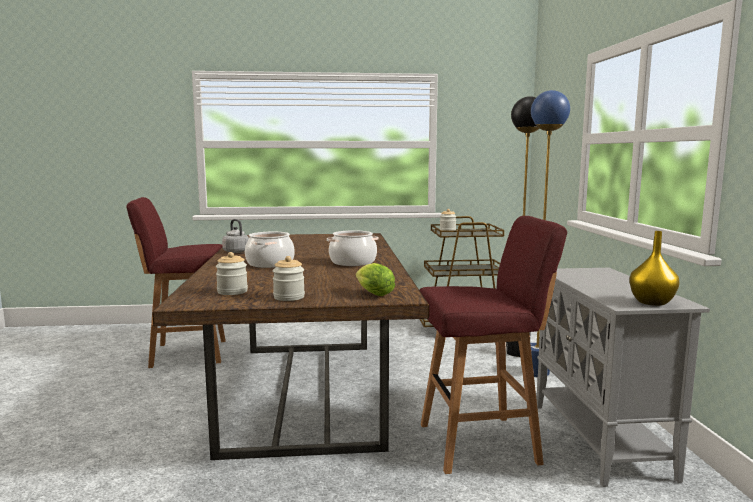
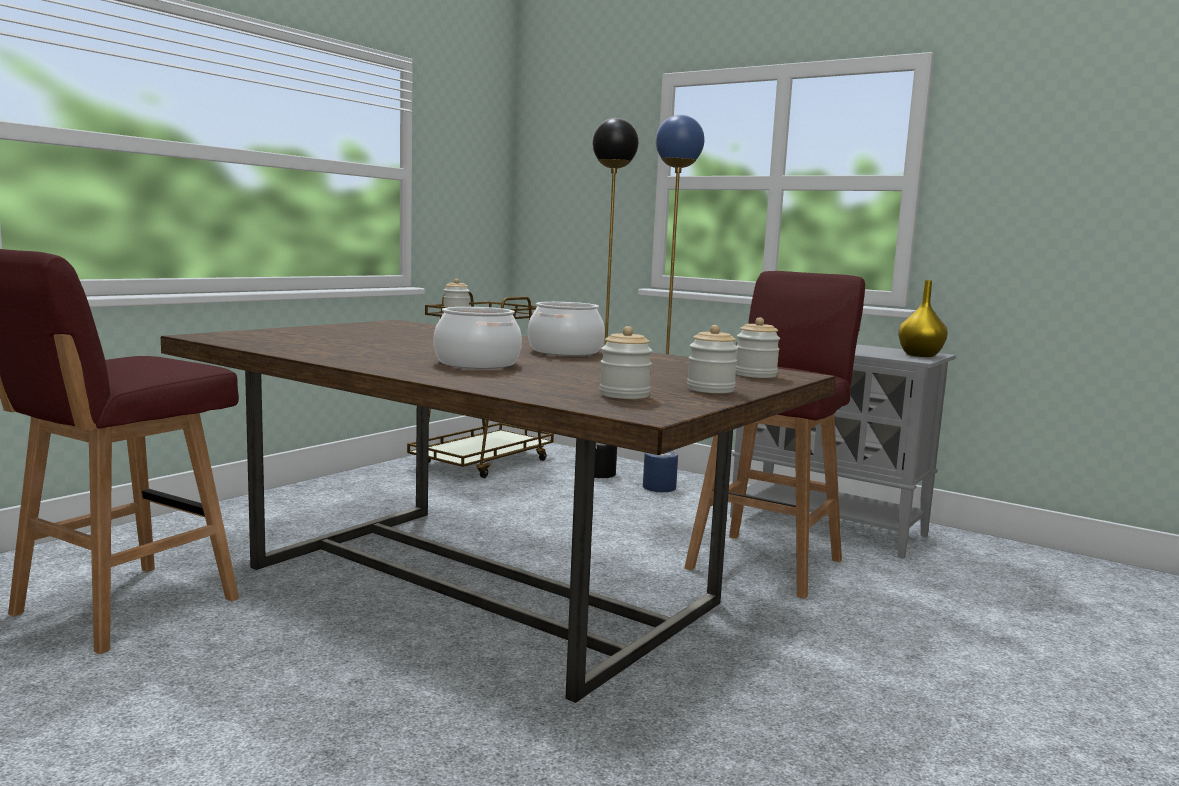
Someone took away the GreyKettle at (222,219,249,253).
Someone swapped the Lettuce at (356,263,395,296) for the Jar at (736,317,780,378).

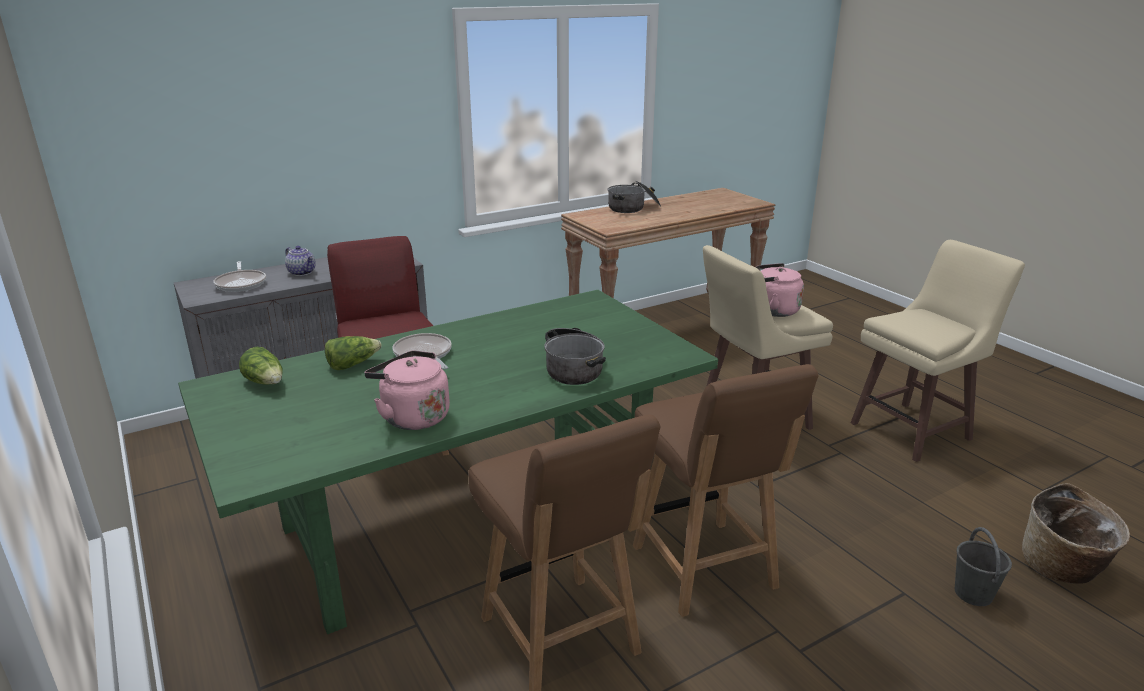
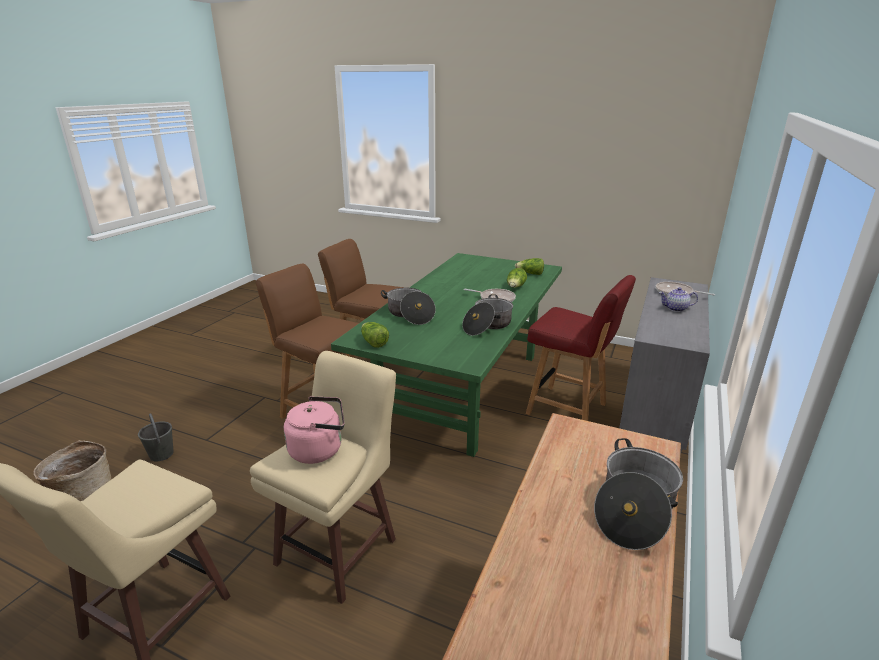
Someone took away the PinkKettle at (364,350,450,430).
Someone put down the CookingPot at (462,294,513,336).
Someone put down the Lettuce at (361,322,389,348).

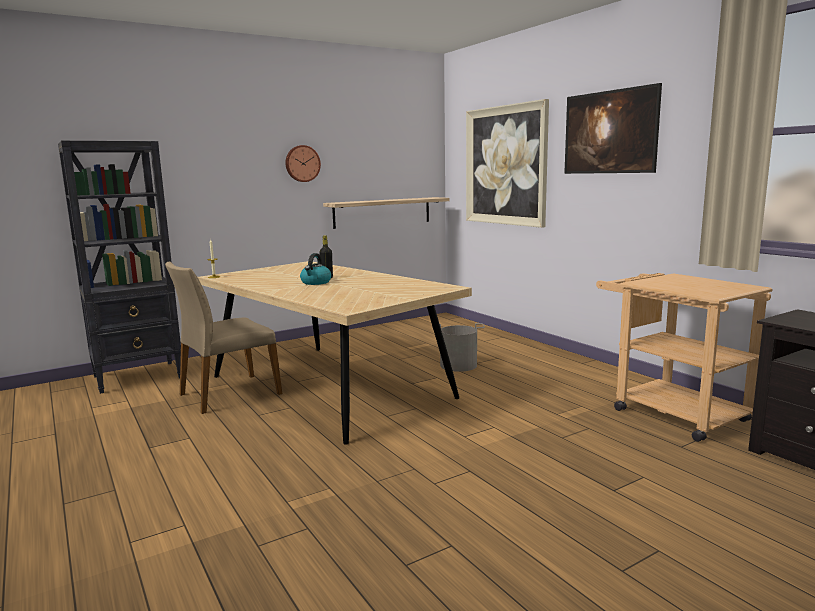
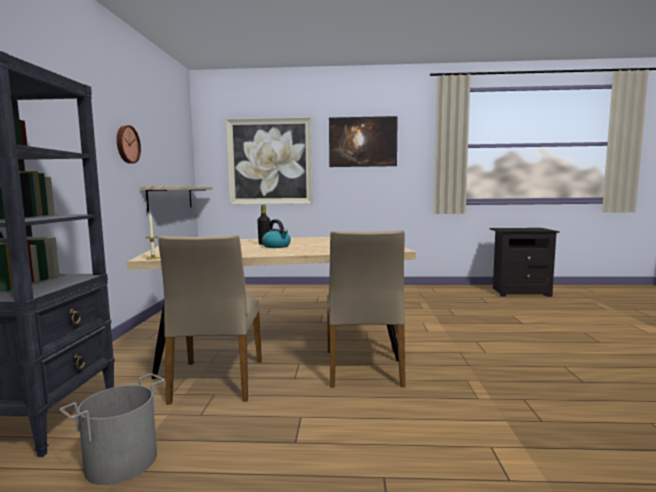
Someone took away the BeigeCart at (596,273,772,442).
Someone carried the GreyBucket from (432,323,485,372) to (59,374,164,485).
Someone put down the BeigeChair at (327,230,405,387).

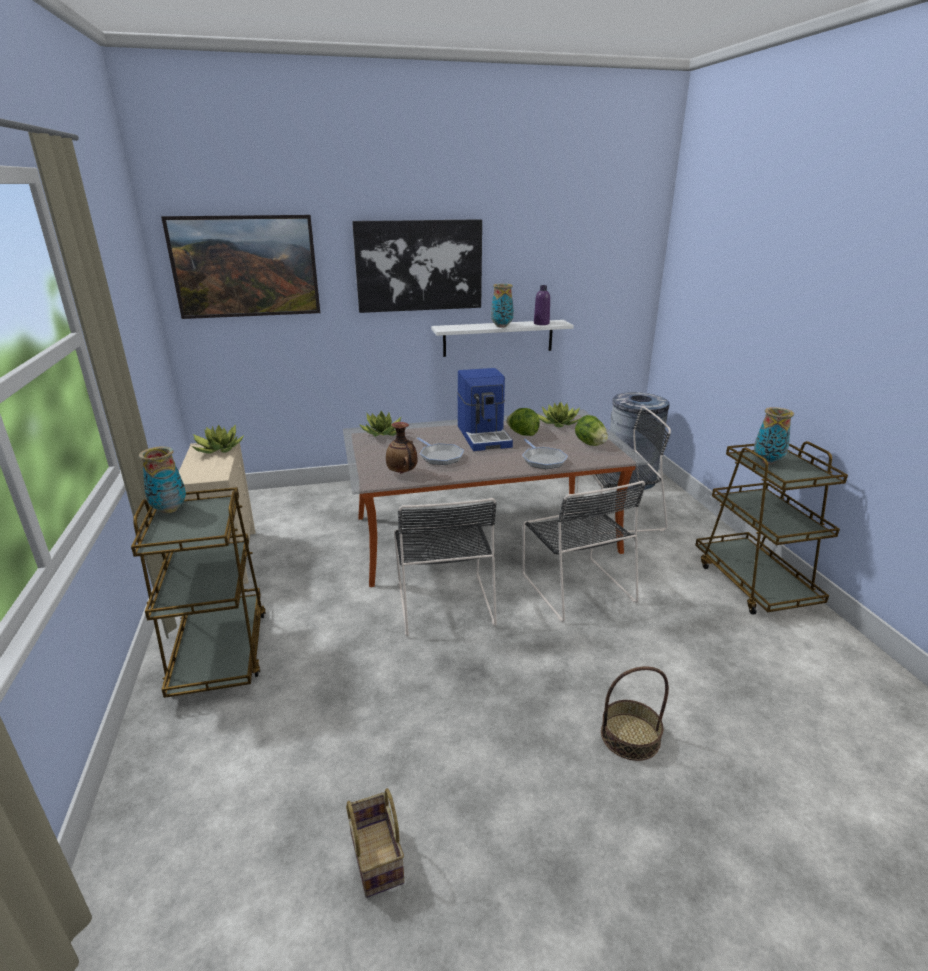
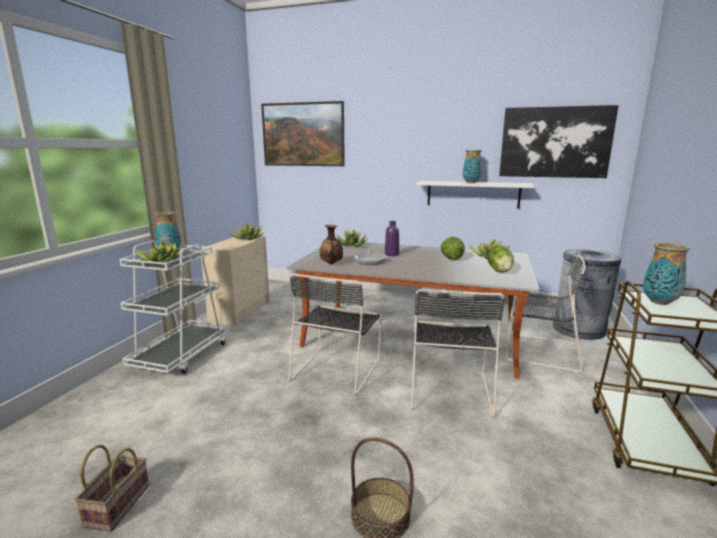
Someone carried the Picture from (352,219,482,313) to (499,105,619,178).
Someone carried the PurpleBottle from (534,285,550,325) to (385,221,399,256).
Someone took away the CoffeeMachine at (457,368,513,451).
Someone took away the FryingPan at (522,439,568,469).
Someone repainted the BrownCart at (131,487,266,698), which became the WhiteCart at (120,240,229,374).
Someone put down the PottedPlant at (135,240,180,265).

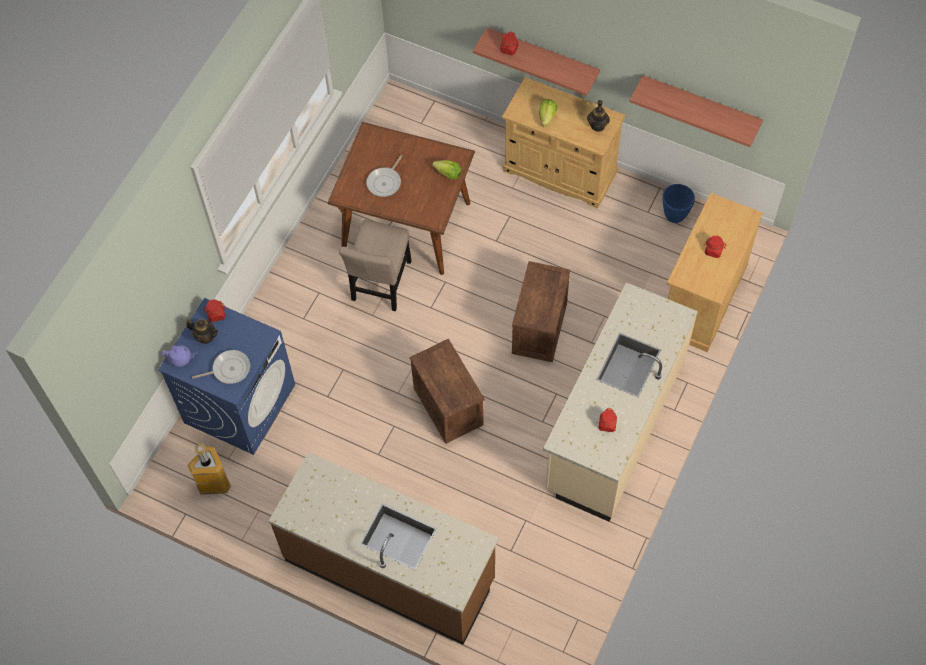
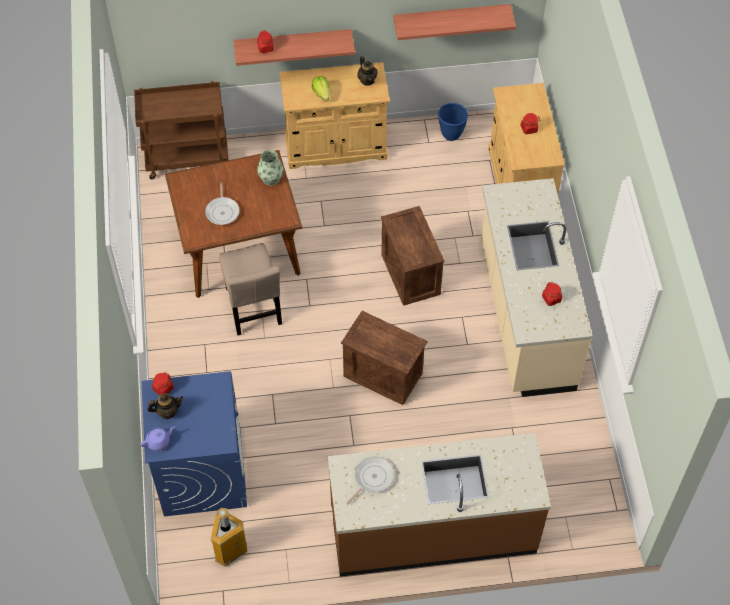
Someone swapped the Lettuce at (432,160,462,180) for the Vase at (257,150,284,186).
Someone carried the FryingPan from (192,350,250,384) to (347,457,394,504).
Someone put down the BrownCart at (134,81,229,179).

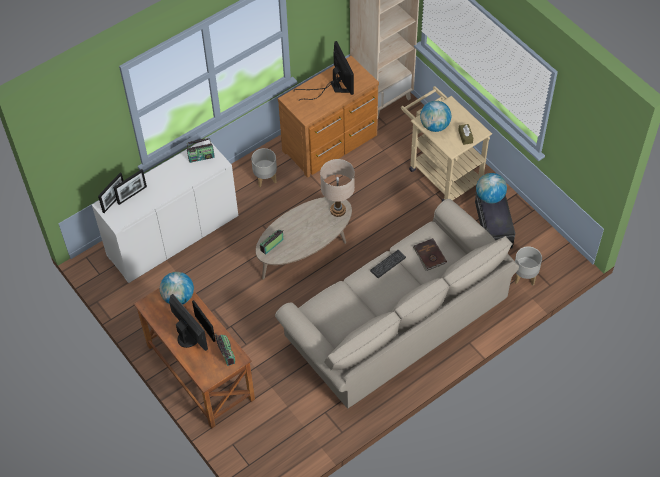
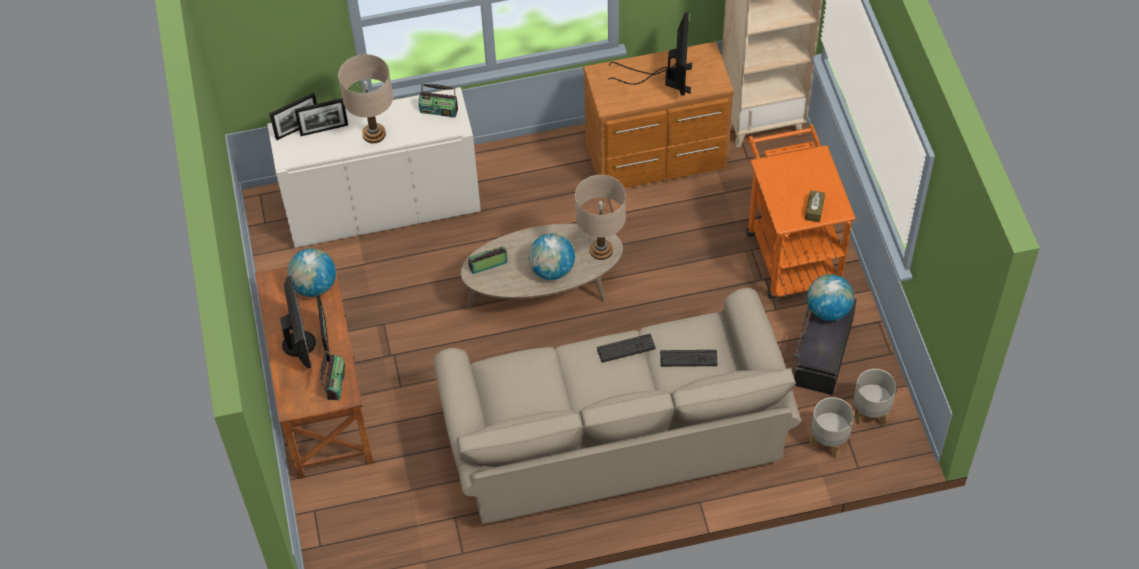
Someone repainted the BeigeCart at (401,86,492,202), which became the OrangeCart at (746,124,856,299).
Someone carried the Globe from (420,101,451,132) to (528,234,575,280).
Someone carried the GreyPlanter from (251,148,277,187) to (854,369,896,427).
Someone swapped the BrownBook at (413,238,447,271) for the Keyboard at (660,350,717,367).
Someone put down the BeigeTableLamp at (338,54,393,143).

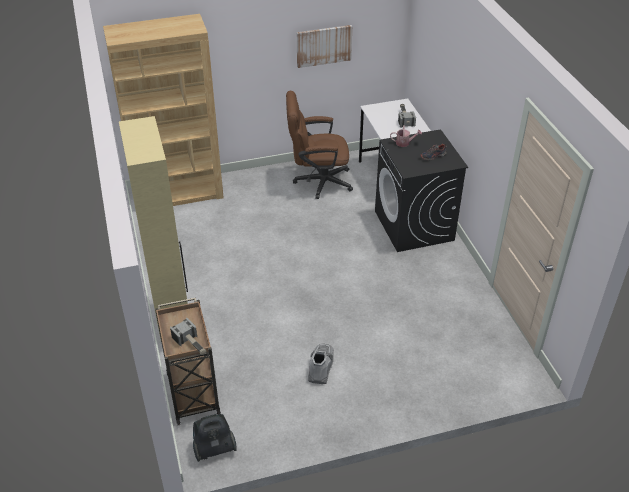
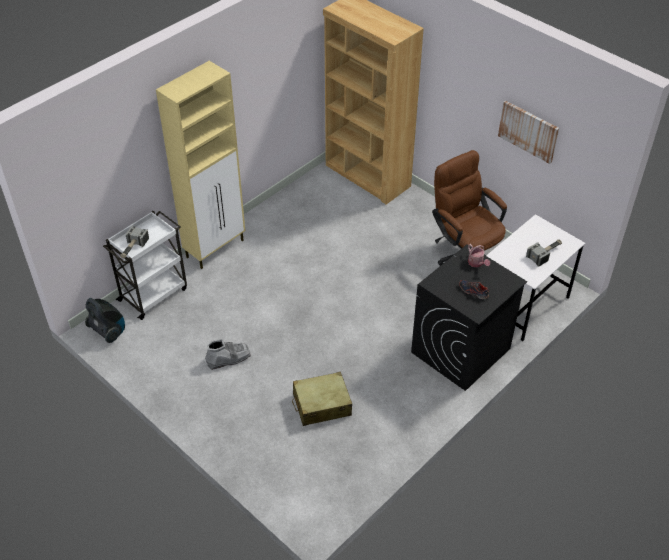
Someone repainted the BrownCart at (155,298,221,425), which became the WhiteCart at (103,211,187,320).
Someone put down the BeigeSuitcase at (292,372,352,426).

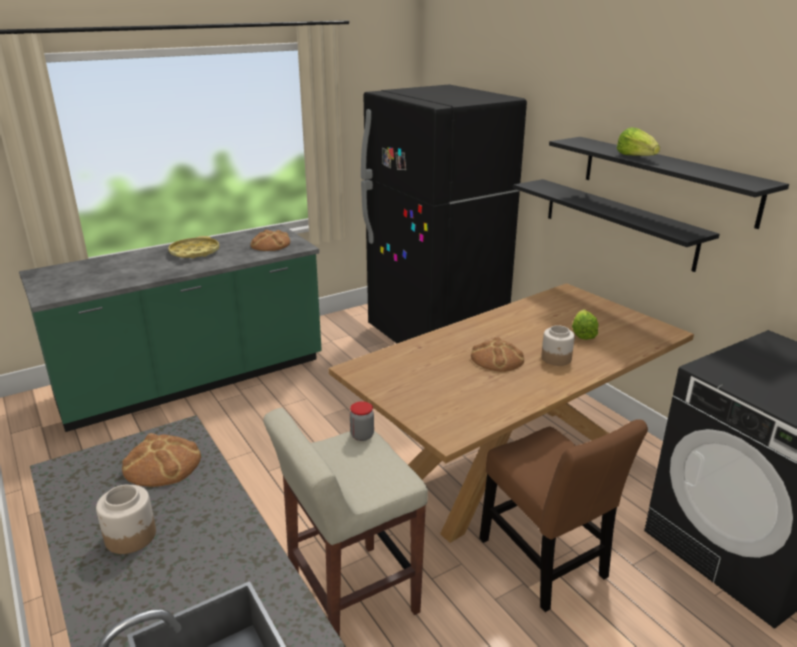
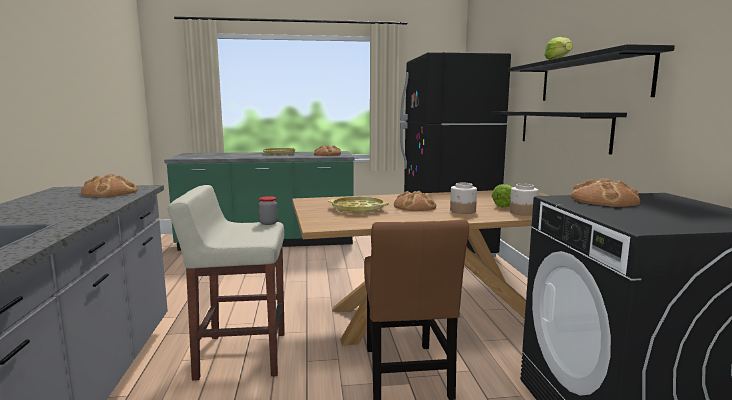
Someone carried the Jar from (96,485,156,554) to (510,184,539,216).
Someone put down the Bread at (571,178,640,207).
Someone put down the YellowTray at (328,197,389,214).

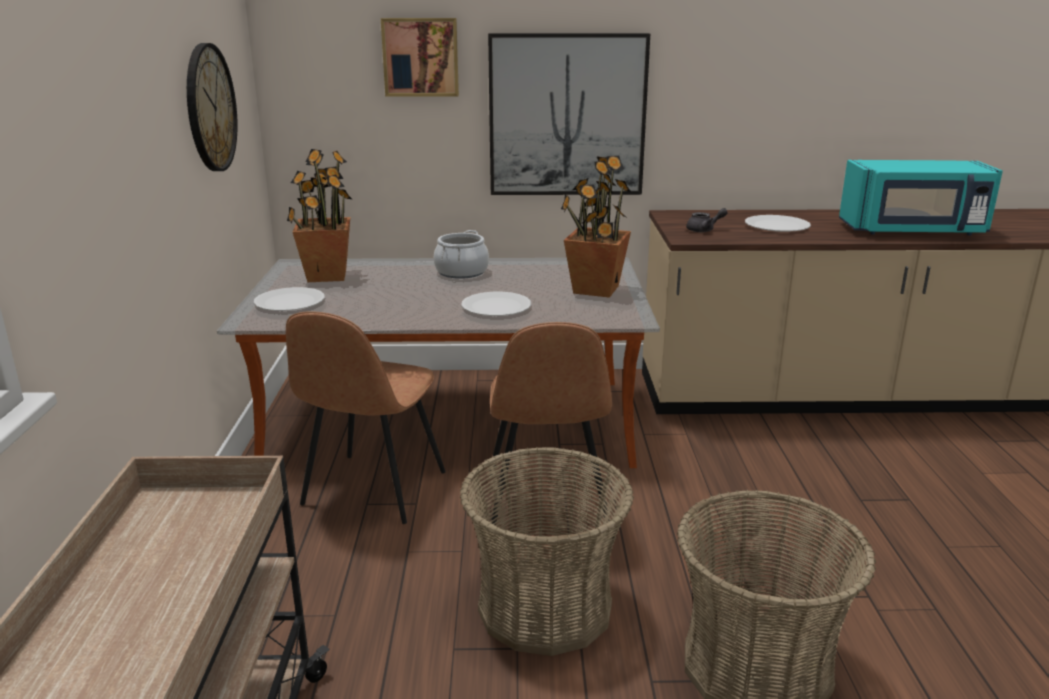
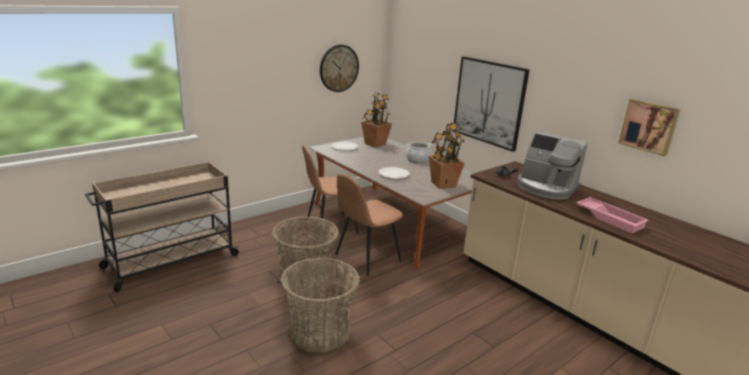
Someone carried the Picture from (381,18,459,97) to (618,99,680,156).
Someone swapped the TurquoiseMicrowave at (839,160,1003,236) for the PinkTray at (576,197,649,233).
Someone swapped the WhitePlate at (745,215,811,232) for the CoffeeMachine at (517,132,588,200).

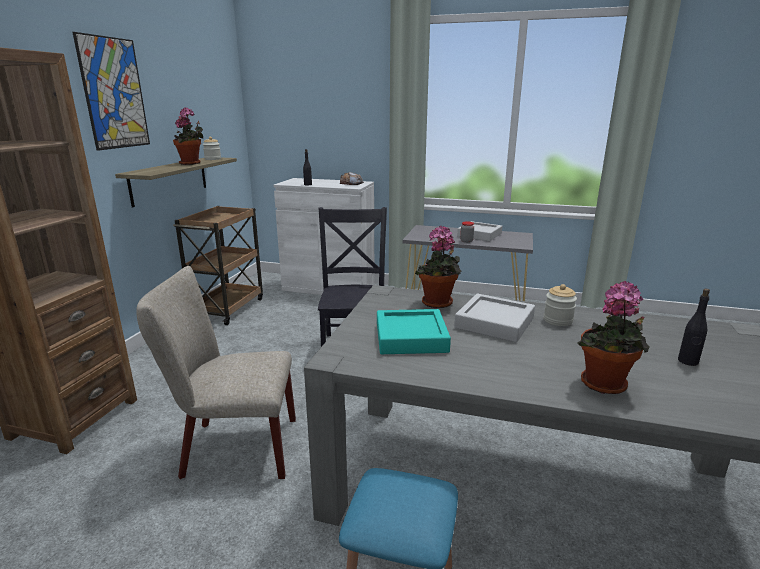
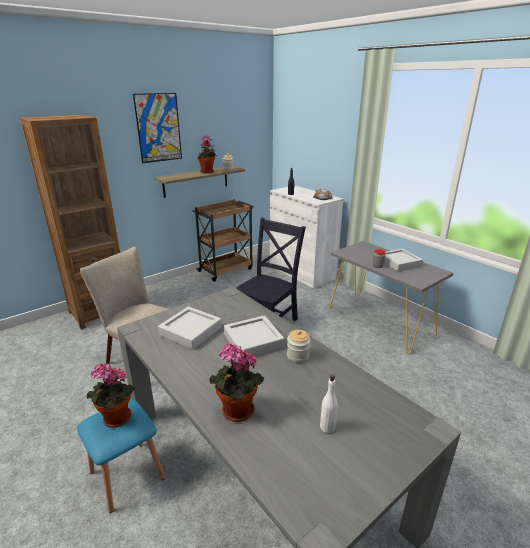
Someone carried the PottedPlant from (415,225,461,308) to (87,364,135,428).
Someone repainted the BlackBottle at (678,289,710,366), which became the WhiteBottle at (320,374,338,433).
Someone repainted the TurquoiseTray at (377,309,451,354), which became the GreyTray at (158,307,222,349).

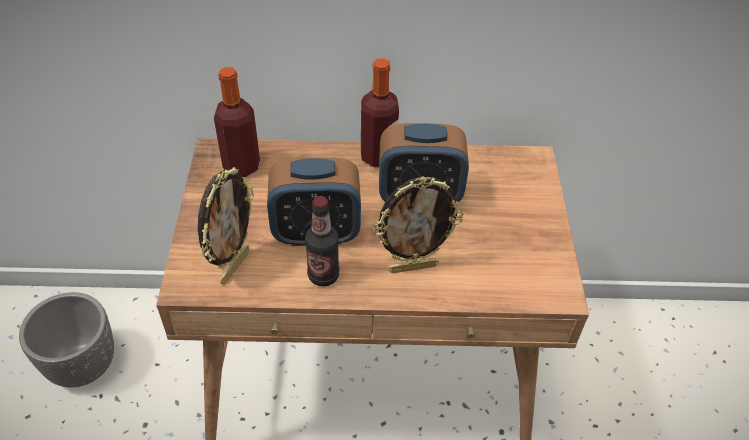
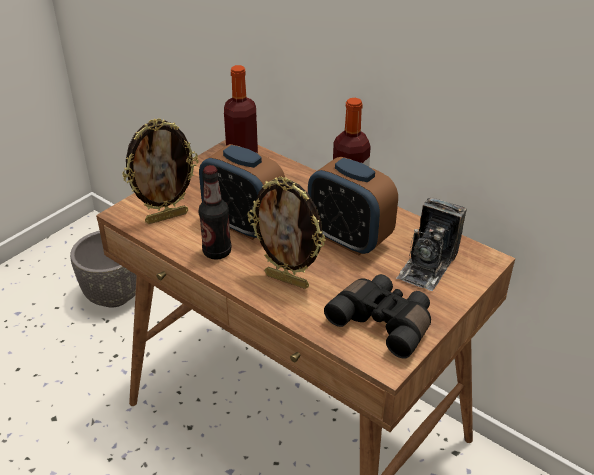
Someone put down the PhotoCamera at (396,197,467,291).
Someone put down the BlackBinoculars at (324,274,431,359).

